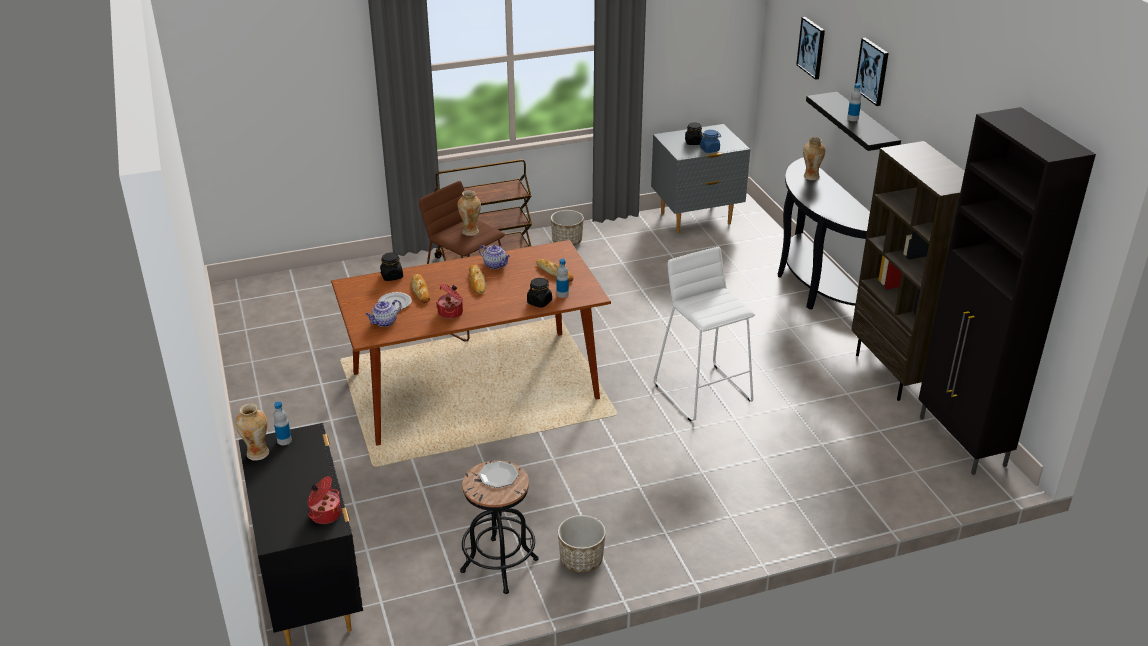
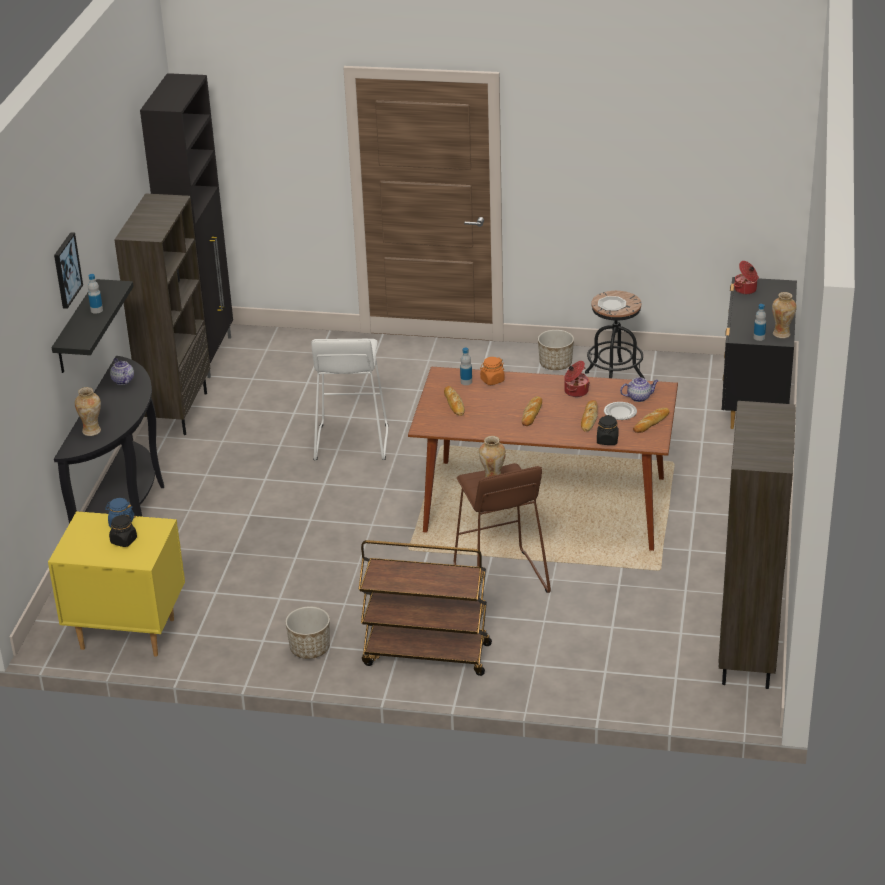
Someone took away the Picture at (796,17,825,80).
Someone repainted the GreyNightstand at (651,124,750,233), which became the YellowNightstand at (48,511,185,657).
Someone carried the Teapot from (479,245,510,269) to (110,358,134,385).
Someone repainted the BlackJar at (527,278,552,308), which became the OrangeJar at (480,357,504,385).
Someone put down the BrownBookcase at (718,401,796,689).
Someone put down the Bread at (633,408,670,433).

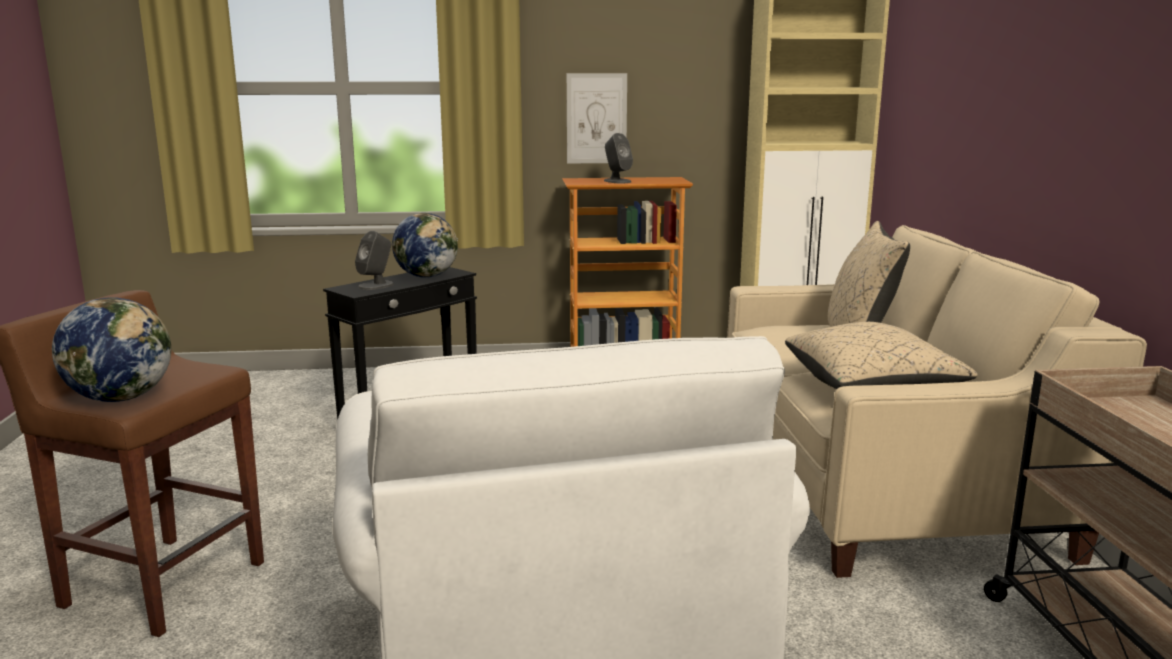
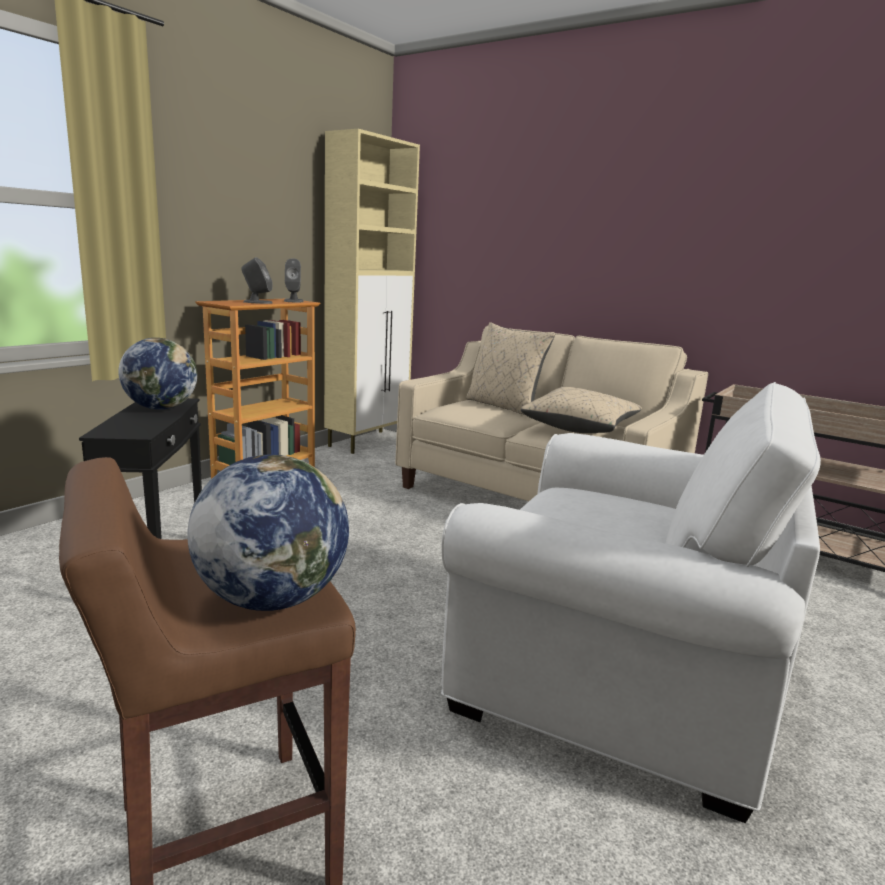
Someone took away the Picture at (567,73,627,164).
Someone carried the GreySpeaker from (355,231,394,290) to (284,258,303,302).

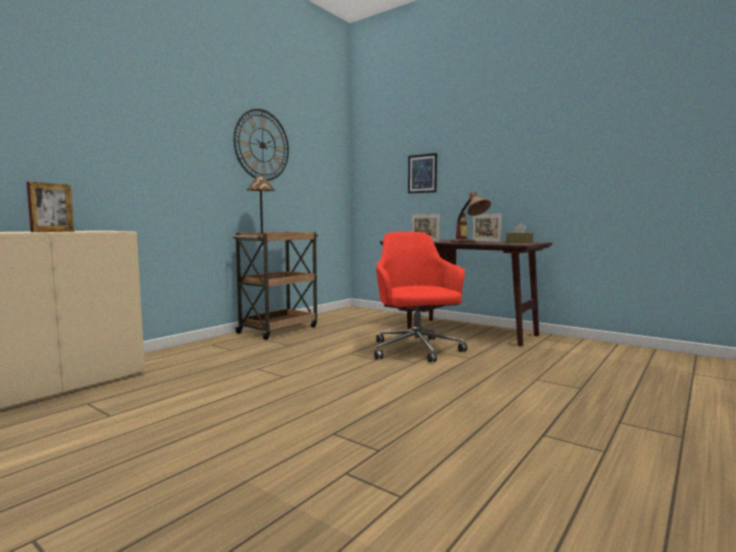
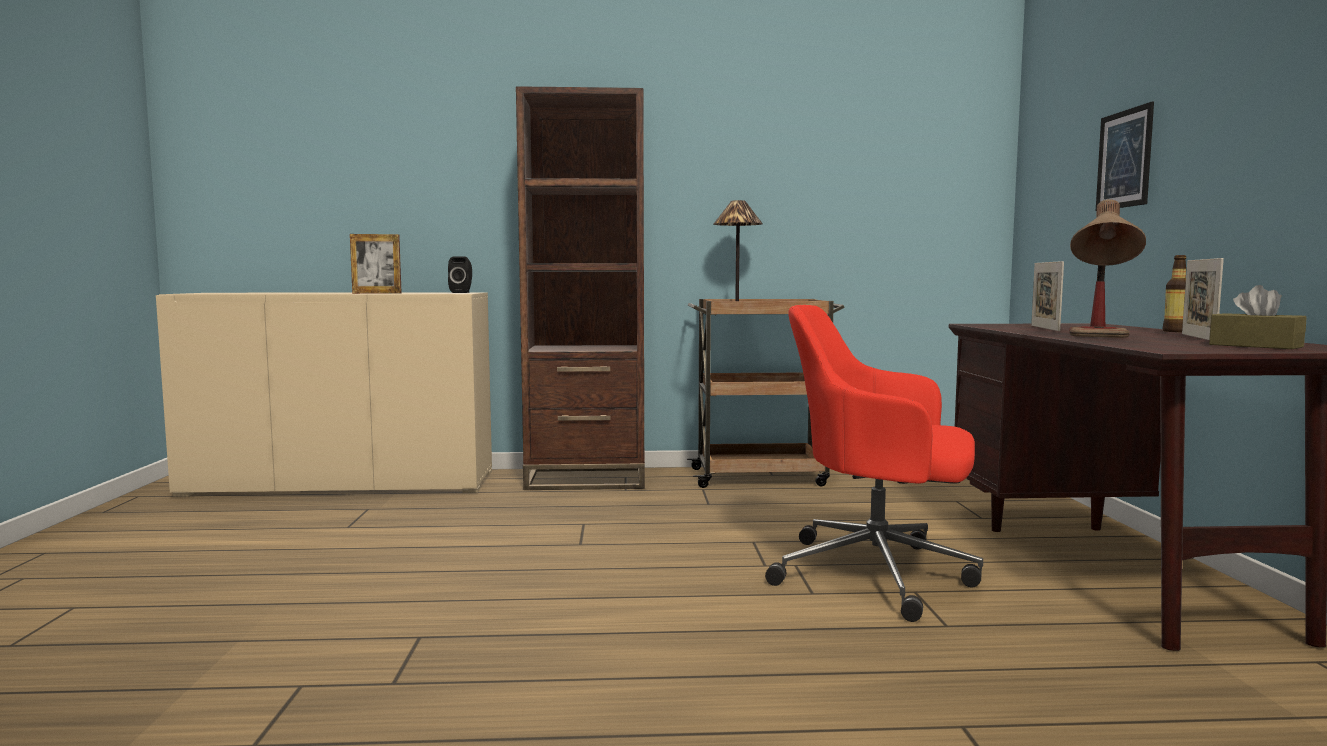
Someone took away the WallClock at (233,109,289,181).
Someone rotated the RedOfficeChair at (374,232,467,362) by 105 degrees counterclockwise.
Someone put down the BrownBookcase at (516,86,645,490).
Someone put down the BlackSpeaker at (448,257,472,293).

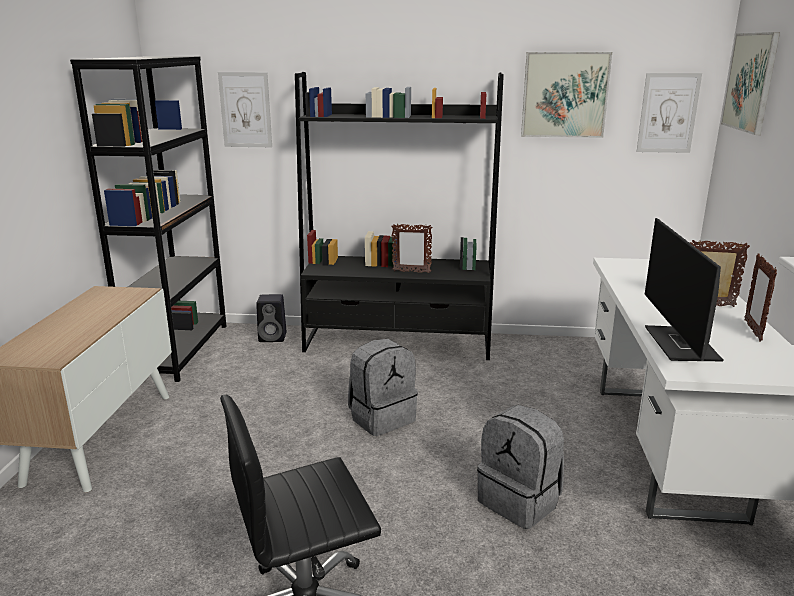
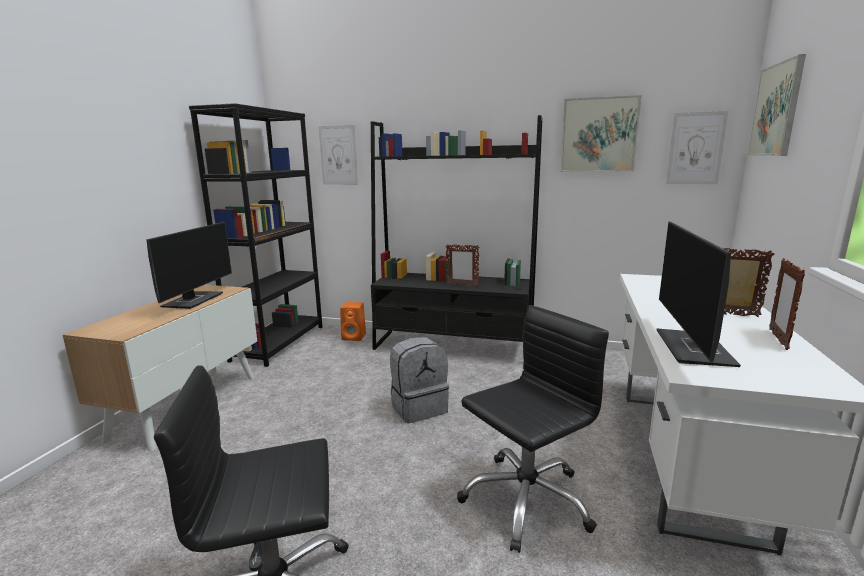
Someone repainted the BlackSpeaker at (256,294,286,342), which became the OrangeSpeaker at (340,302,366,341).
Someone swapped the GreyBackpack at (477,405,564,529) for the BlackOfficeChair at (457,305,609,553).
Someone put down the Monitor at (146,222,232,309).

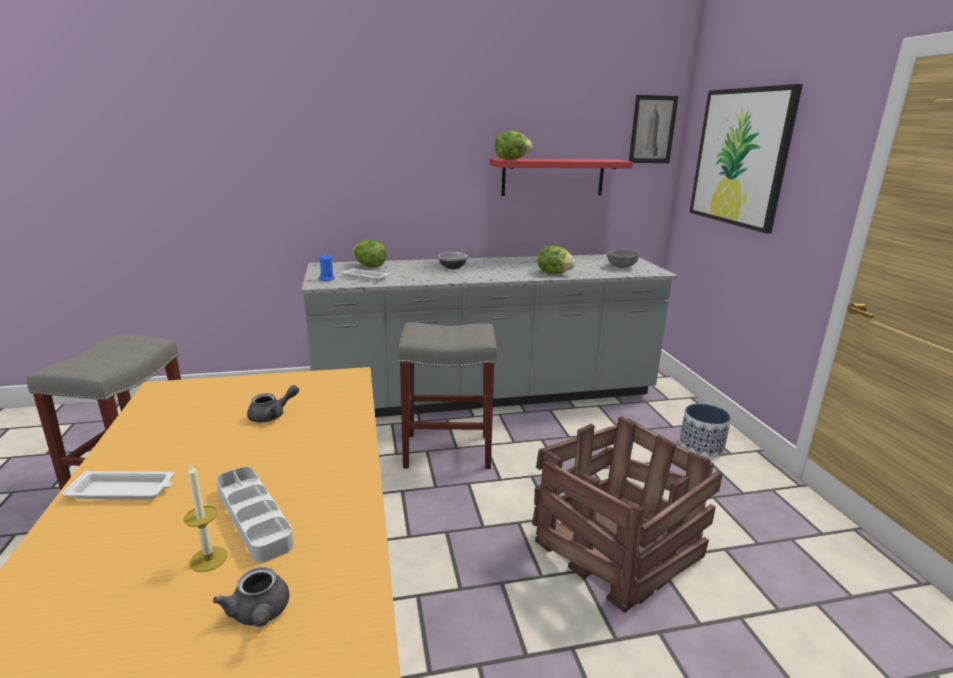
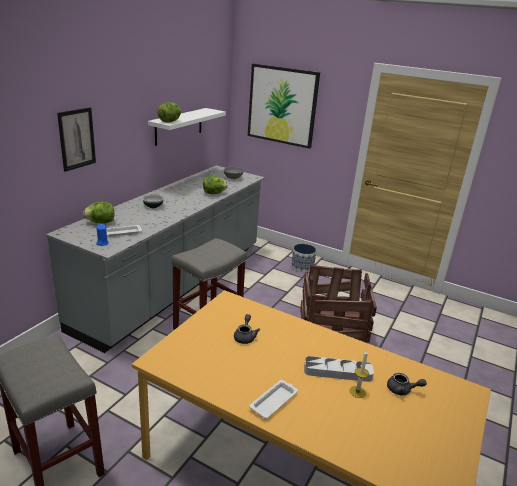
Someone carried the Picture from (629,95,679,163) to (57,107,96,172).
Someone repainted the RedShelf at (489,158,633,196), which became the WhiteShelf at (148,108,226,146).

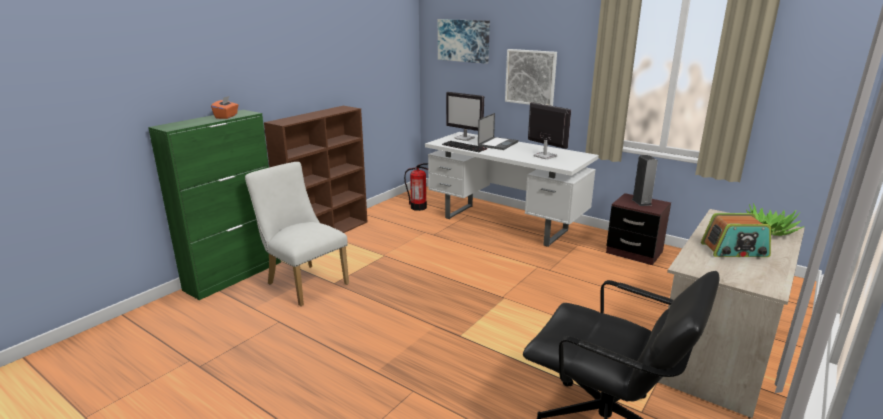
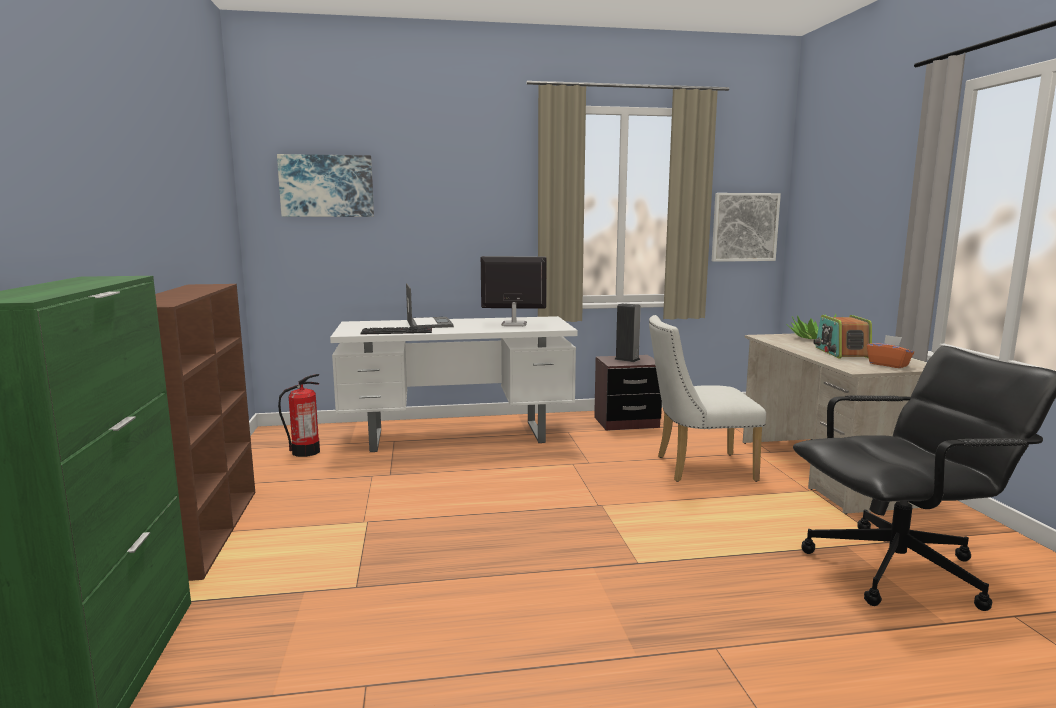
Someone carried the Picture from (505,49,557,106) to (712,193,781,262).
Someone took away the Monitor at (446,92,484,141).
Someone carried the OrangeTissueBox from (211,96,238,119) to (867,335,914,368).
Someone carried the WhiteChair from (245,162,349,306) to (649,315,766,482).
Someone rotated the Radio at (701,213,771,257) by 135 degrees clockwise.

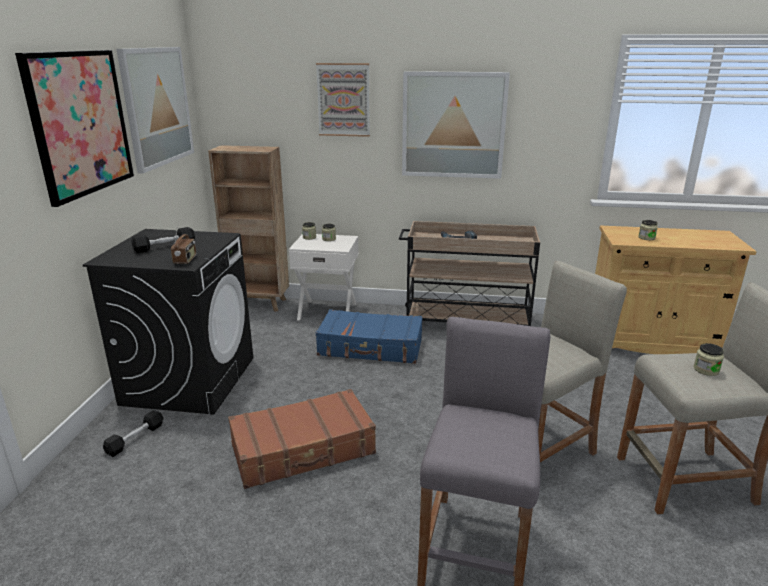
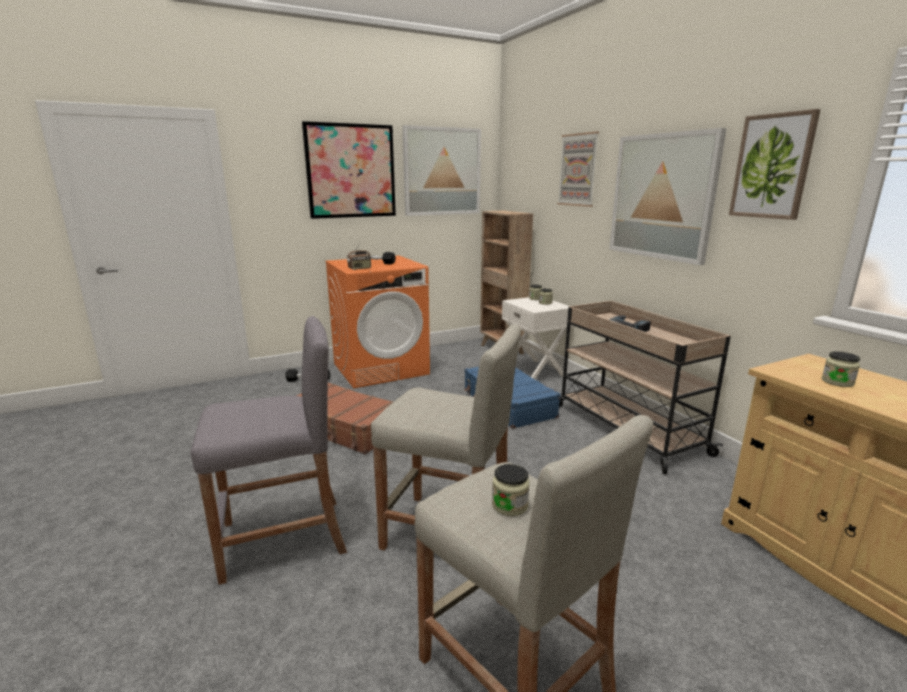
Someone repainted the BlackWashingMachine at (83,229,253,414), which became the OrangeWashingMachine at (325,255,430,388).
Someone put up the Picture at (729,109,821,220).

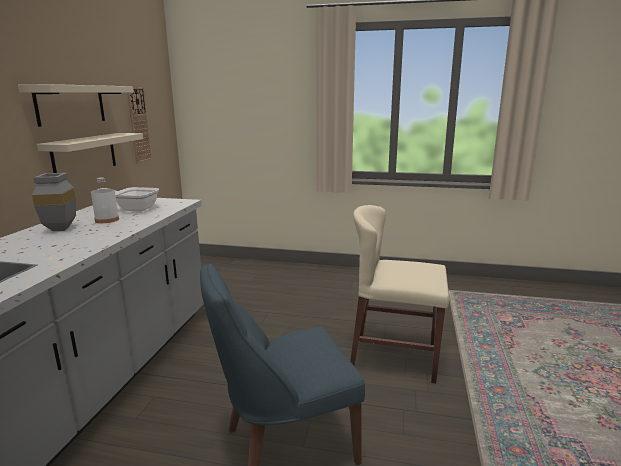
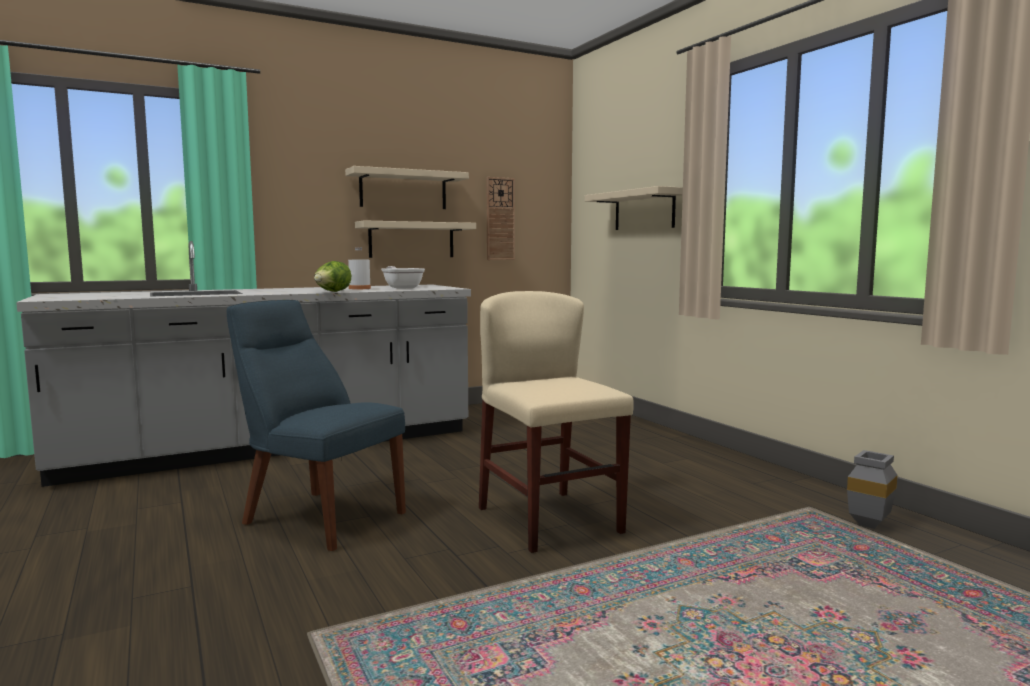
Someone carried the GreyVase from (32,173,76,231) to (847,450,898,529).
Someone put up the BeigeShelf at (585,186,683,230).
Someone put down the Lettuce at (314,261,352,292).

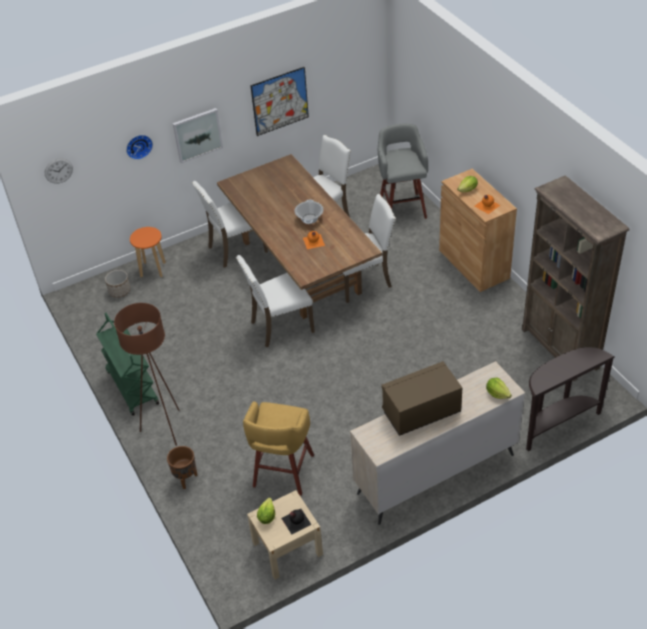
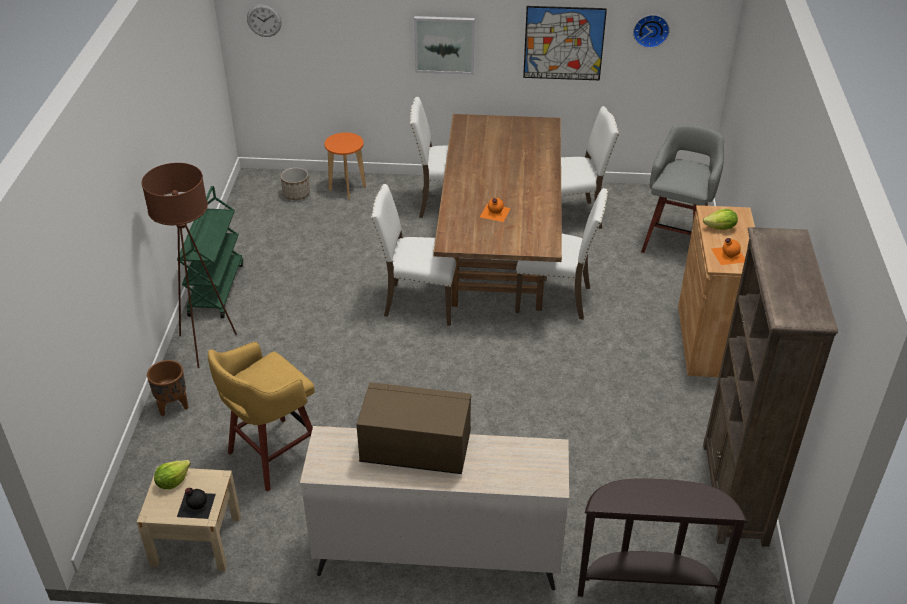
Someone carried the WallClock from (126,135,153,160) to (633,15,670,48).
Someone took away the CookingPot at (294,199,324,224).
Someone took away the Lettuce at (486,378,512,399).

